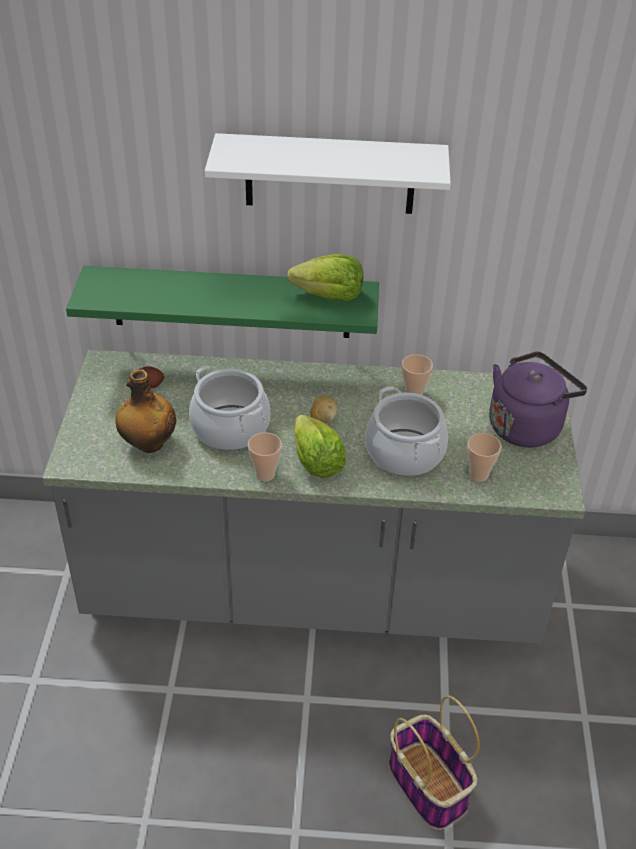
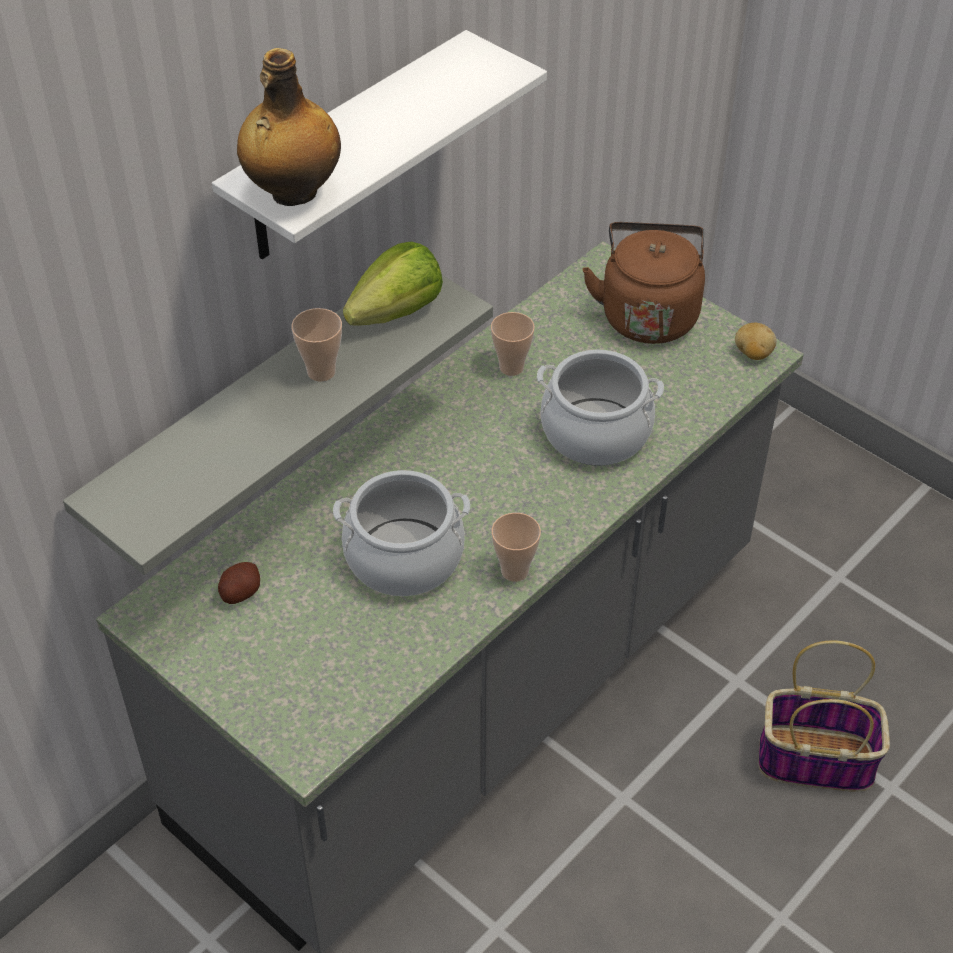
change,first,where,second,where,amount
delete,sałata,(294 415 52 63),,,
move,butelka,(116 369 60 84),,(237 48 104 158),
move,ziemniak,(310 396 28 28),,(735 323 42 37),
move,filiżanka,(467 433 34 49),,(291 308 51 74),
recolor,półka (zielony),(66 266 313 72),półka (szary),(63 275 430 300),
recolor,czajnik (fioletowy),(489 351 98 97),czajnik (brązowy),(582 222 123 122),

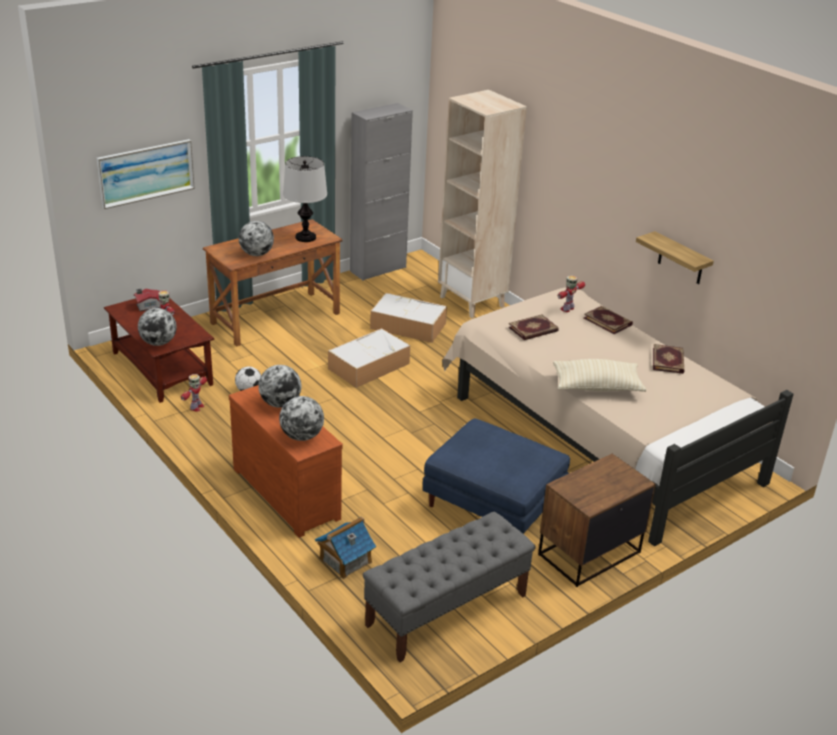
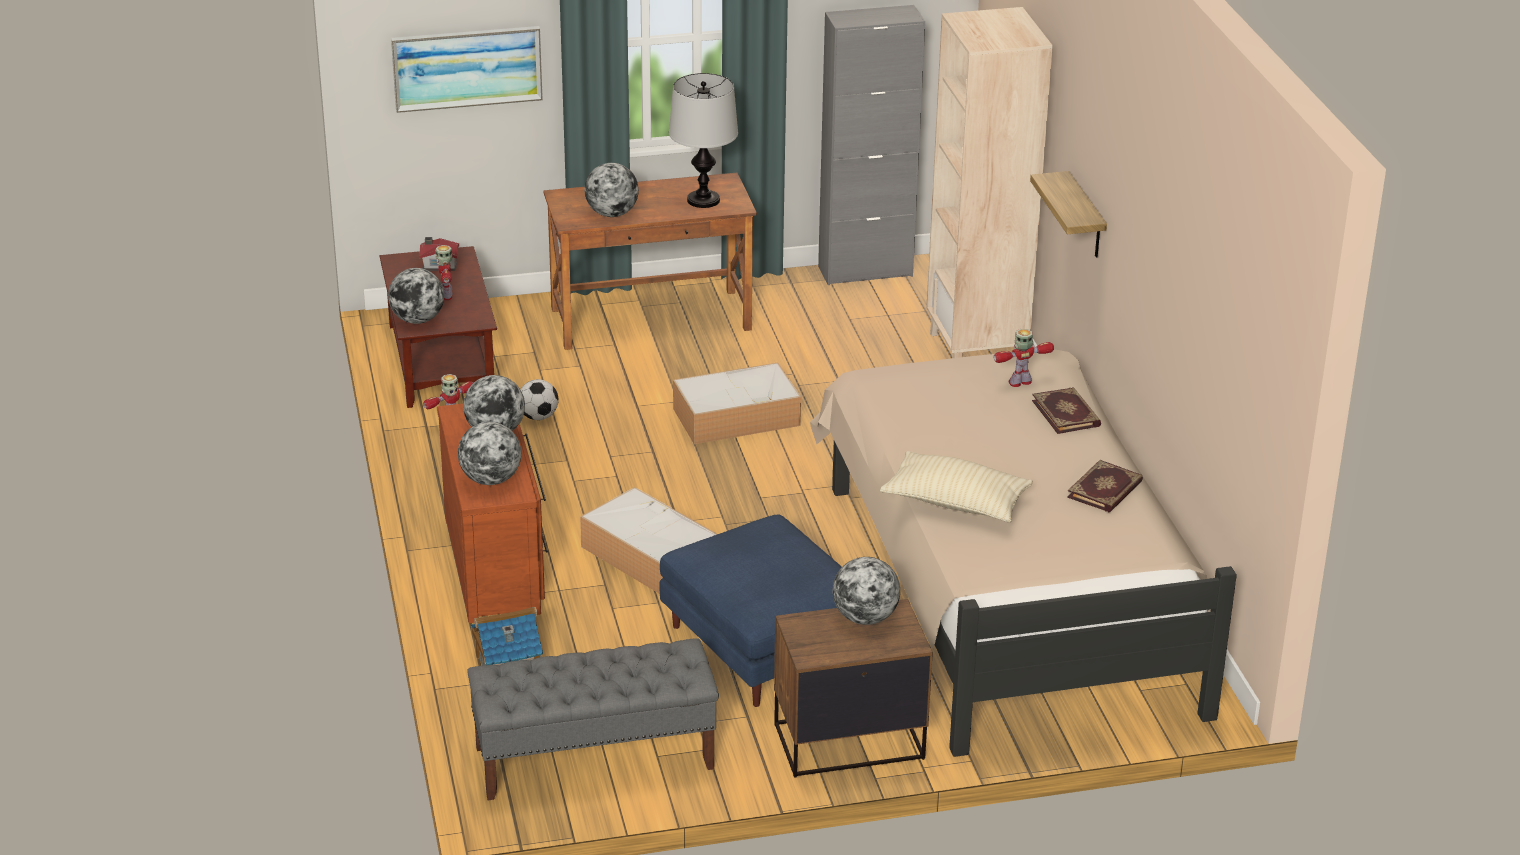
change,first,where,second,where,amount
delete,książka,(508 314 51 26),,,
insert,,,globus,(833 557 67 68),
move,pojemnik do przechowywania,(370 293 77 50),,(580 487 137 107),
move,półka,(636 231 78 53),,(1030 171 77 86),

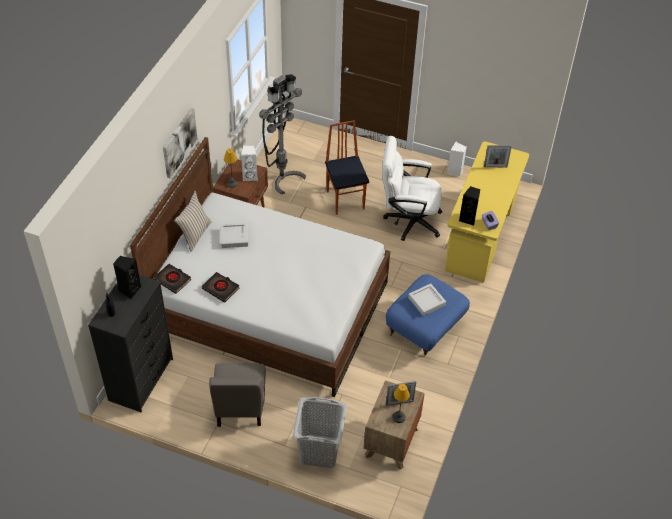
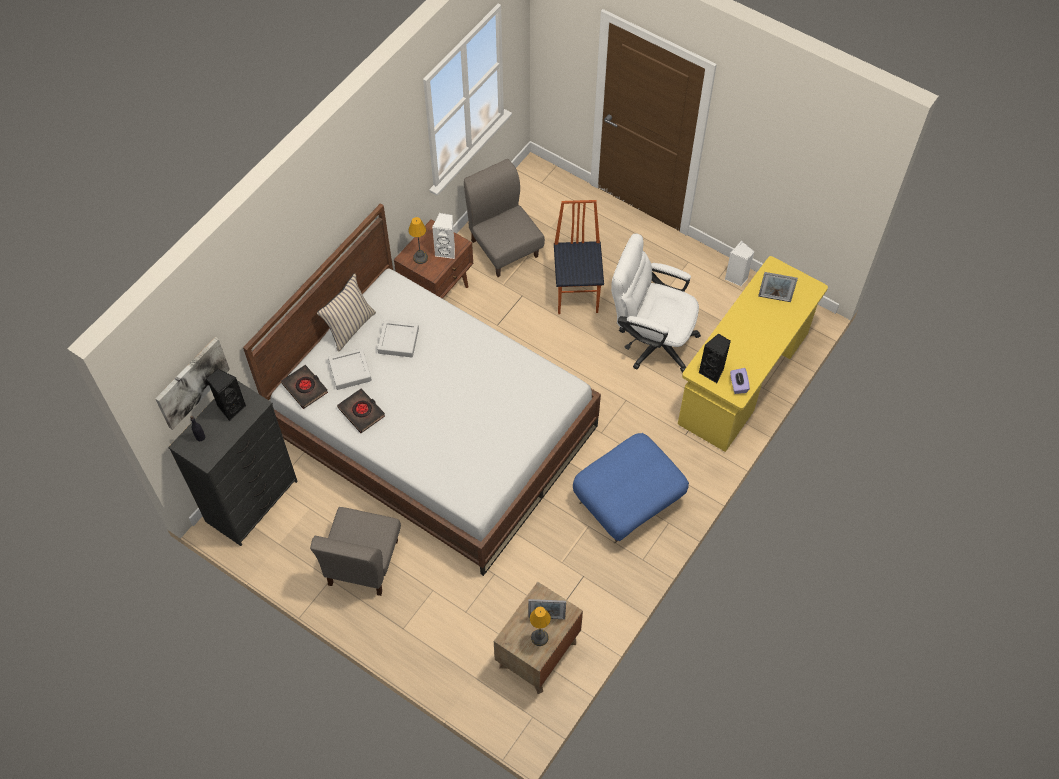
change,first,where,second,where,amount
delete,kosz na pranie (szary),(293 397 54 71),,,
move,obraz,(163 108 34 70),,(155 337 75 93),
move,taca (szary),(408 284 38 32),,(328 348 44 42),
replace,lampa stojąca (szary),(259 74 47 120),krzesło (szary),(464 159 81 118),

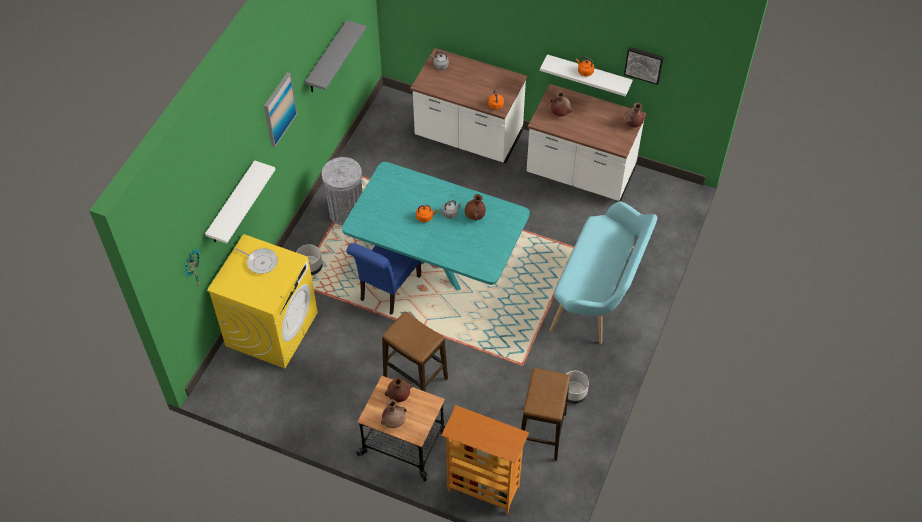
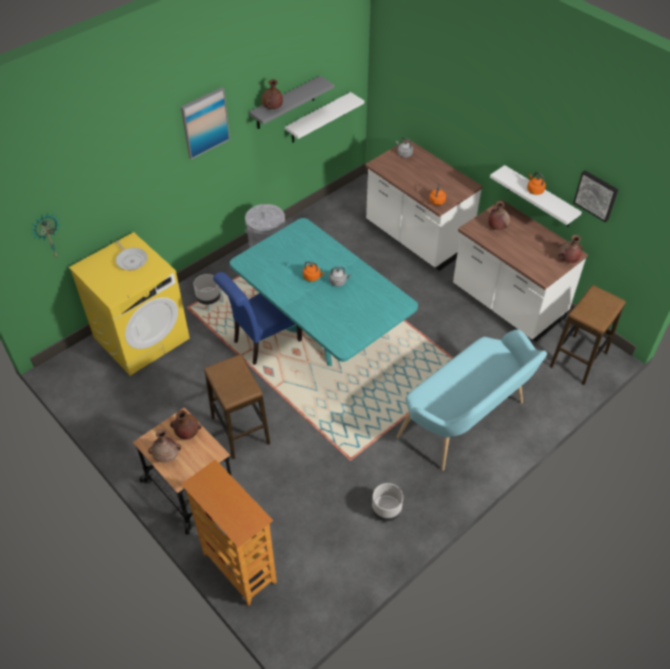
change,first,where,second,where,amount
move,półka (biały),(205 160 70 84),,(285 92 79 51),
move,wazon (brązowy),(465 194 21 26),,(262 79 21 30),
move,stołek,(521 368 49 93),,(550 285 76 100),

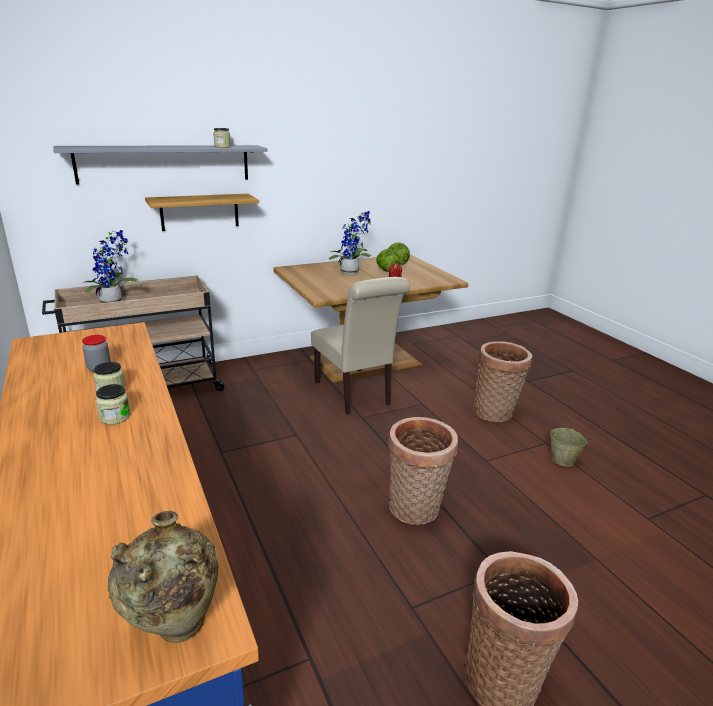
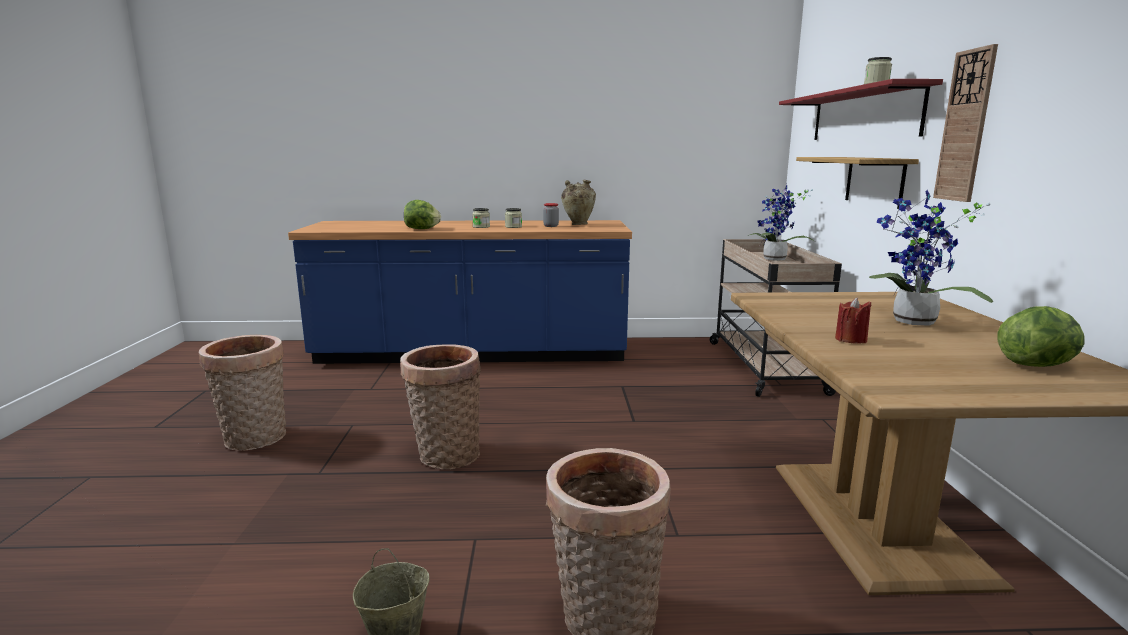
change,first,where,second,where,amount
delete,krzesło (beżowy),(311 277 99 138),,,
insert,,,zegar ścienny,(933 44 65 158),
move,wazon (beżowy),(108 511 110 132),,(561 180 35 45),
move,sałata,(376 249 24 23),,(404 200 37 29),
recolor,półka (szary),(53 145 215 40),półka (czerwony),(779 79 164 61),

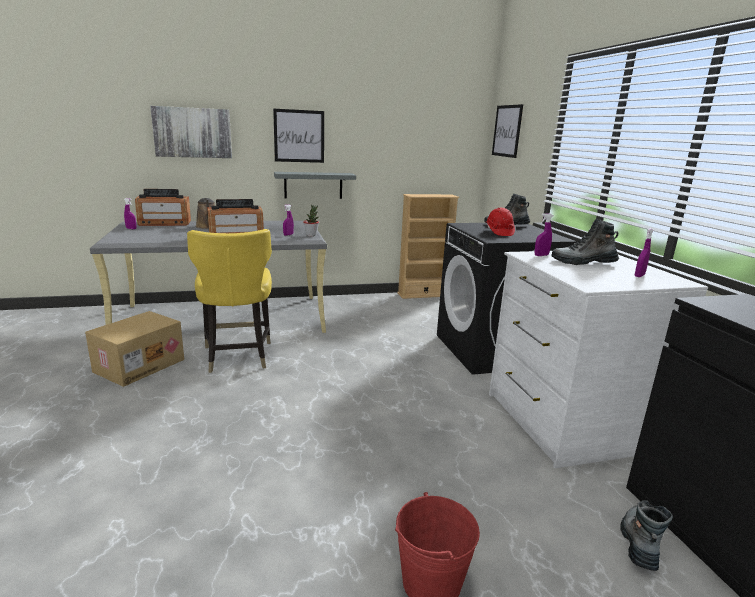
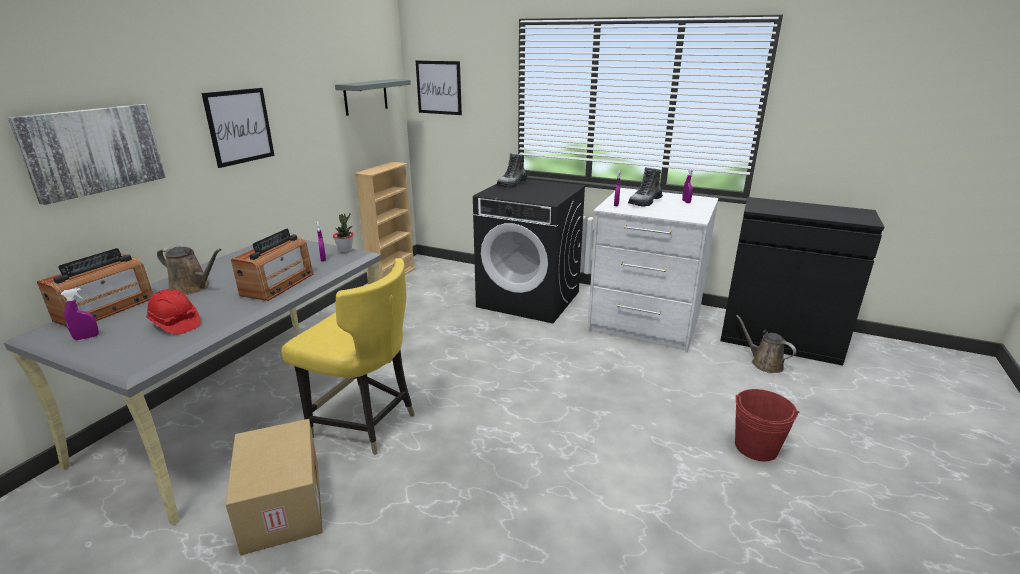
change,first,where,second,where,amount
move,półka (szary),(274 172 82 27),,(335 79 76 37),
move,kask (czerwony),(486 208 29 28),,(146 289 55 45),
replace,but z cholewką,(620 500 53 71),konewka (brązowy),(736 315 60 58),

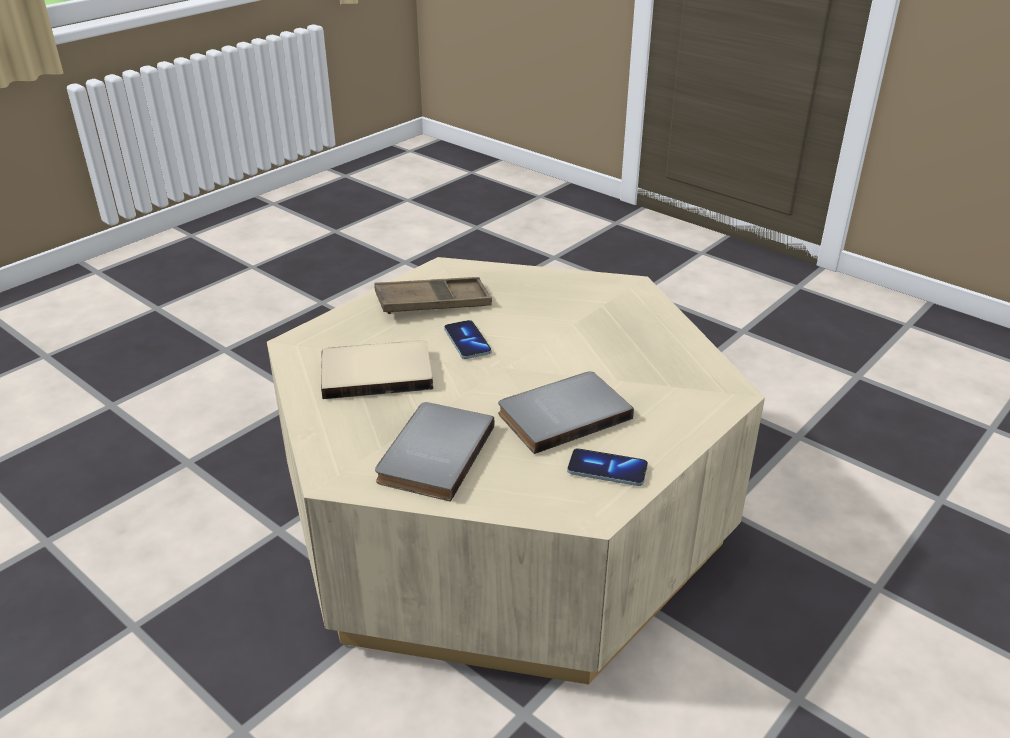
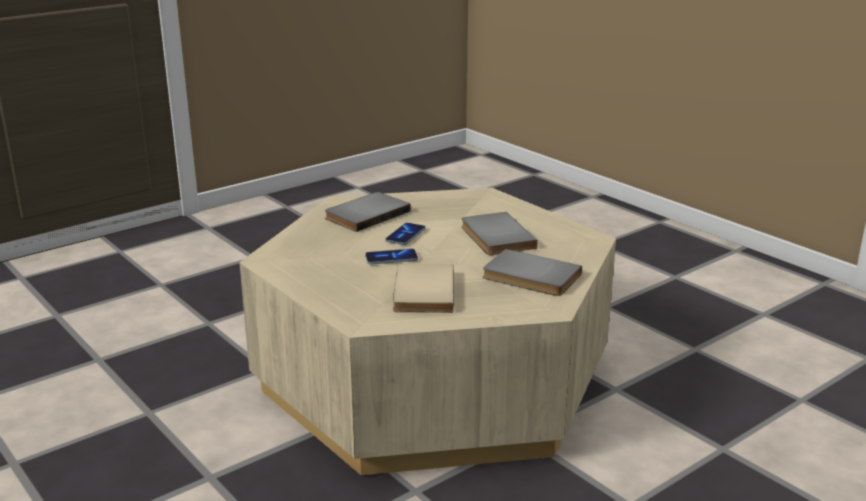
change,first,where,second,where,amount
delete,taca (brązowy),(374 277 118 37),,,
insert,,,książka (szary),(325 192 86 40),
move,telefon,(567 448 81 38),,(386 223 40 22),

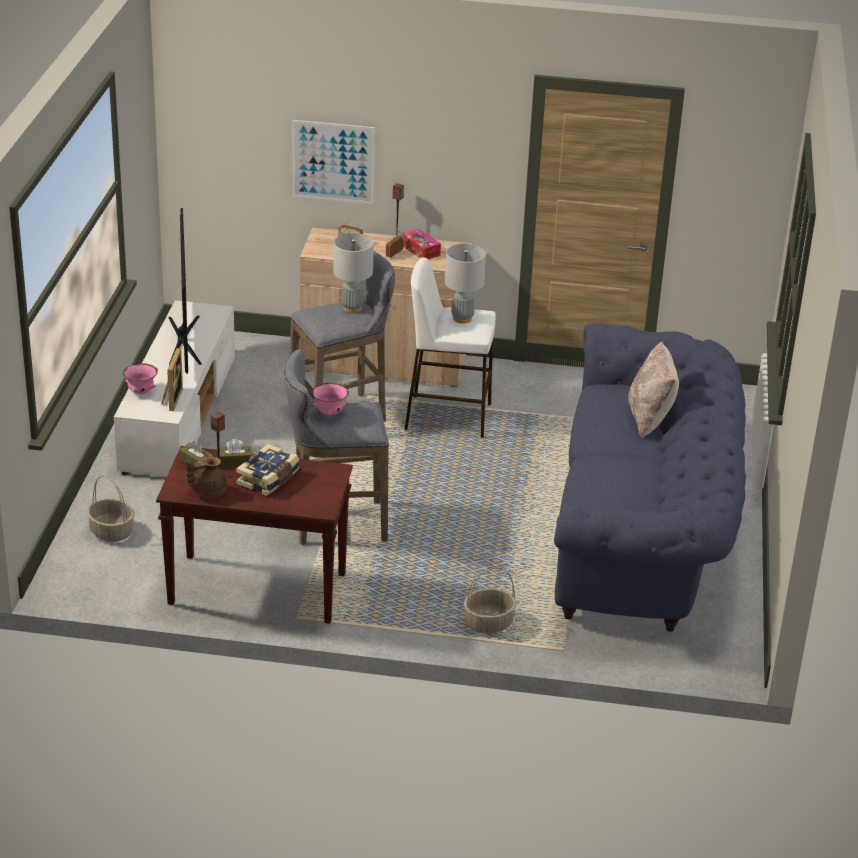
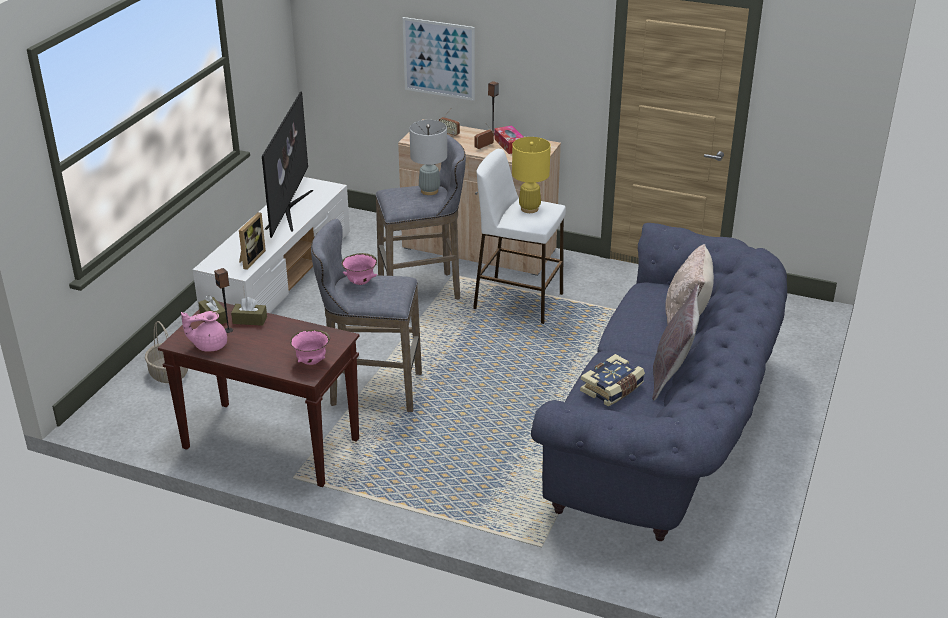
change,first,where,second,where,amount
delete,koszyk,(464 567 53 67),,,
insert,,,poduszka (szary),(652 284 47 116),
move,miska (różowy),(123 364 35 30),,(290 330 40 35),
move,książka,(236 444 63 52),,(580 354 65 53),
recolor,imbryk (brązowy),(185 456 42 42),imbryk (różowy),(181 311 46 41),
recolor,lampa stołowa (szary),(445 244 41 80),lampa stołowa (żółty),(512 137 39 76),

